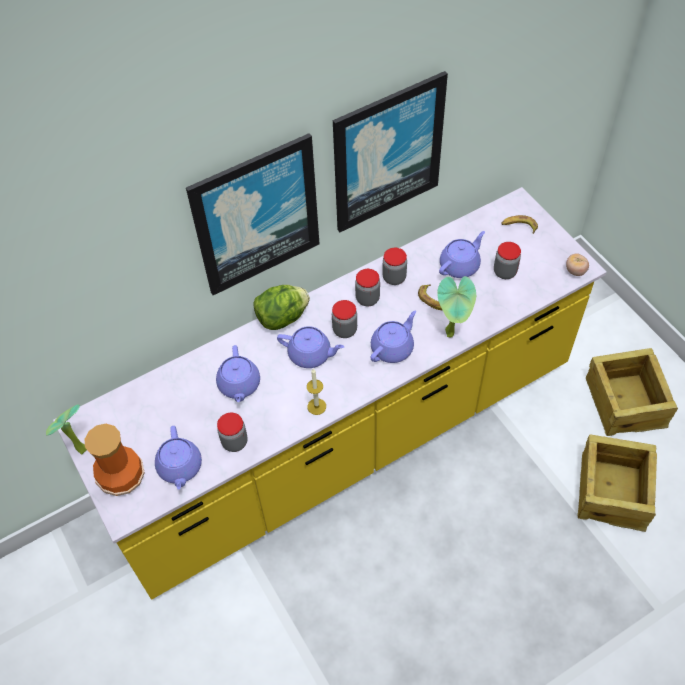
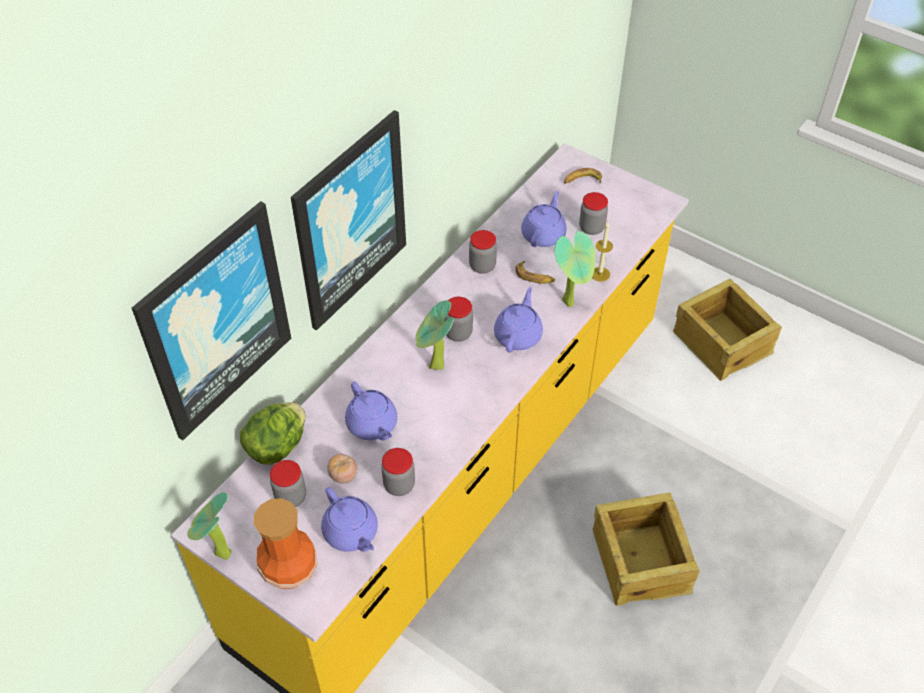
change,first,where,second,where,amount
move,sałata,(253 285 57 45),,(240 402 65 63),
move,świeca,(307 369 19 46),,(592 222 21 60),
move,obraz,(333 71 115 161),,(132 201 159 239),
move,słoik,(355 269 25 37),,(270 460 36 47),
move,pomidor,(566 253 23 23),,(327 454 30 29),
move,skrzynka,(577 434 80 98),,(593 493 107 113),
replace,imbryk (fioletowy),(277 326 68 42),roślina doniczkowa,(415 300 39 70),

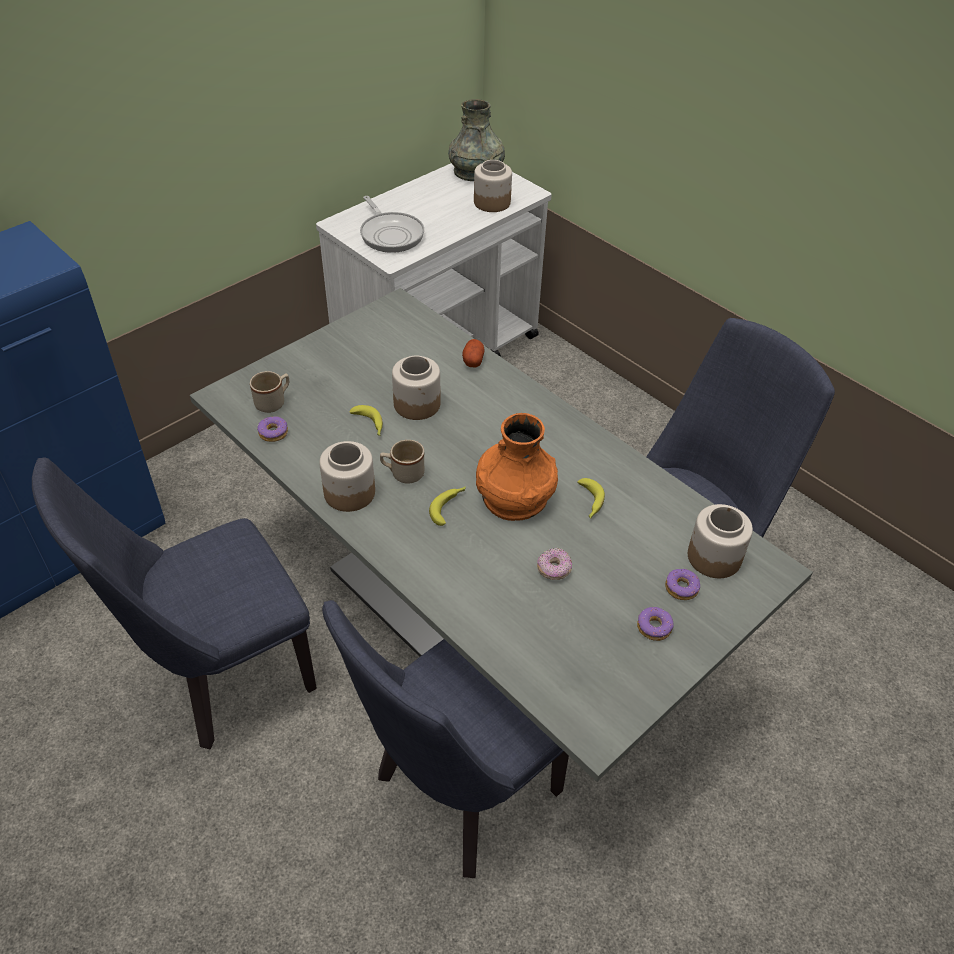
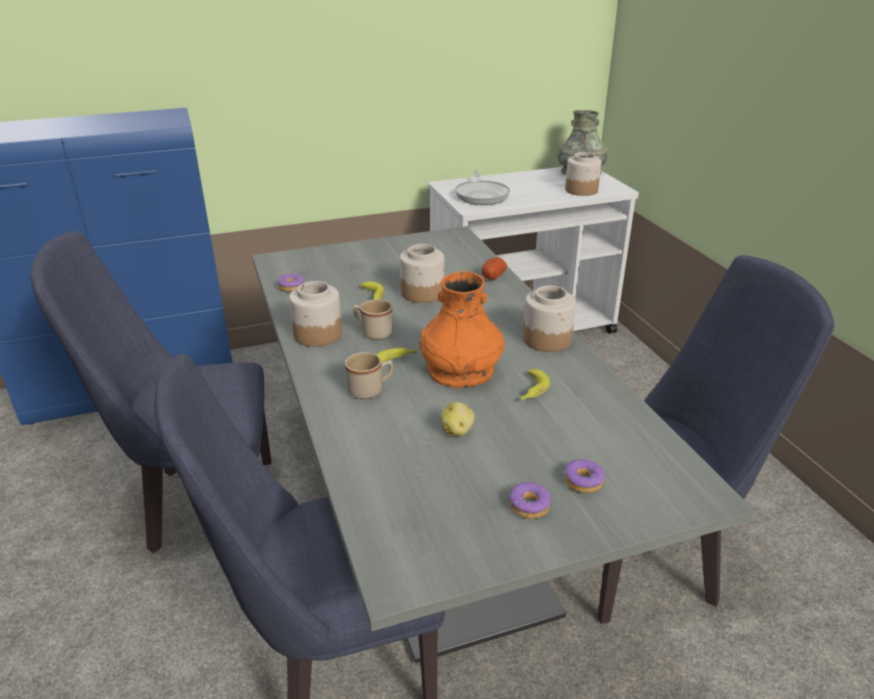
change,first,where,second,where,amount
move,kubek (beżowy),(250 371 39 42),,(345 352 48 47),
move,słoik,(688 504 65 74),,(523 285 53 67),
replace,donut,(537 548 35 32),ziemniak,(440 402 35 34),

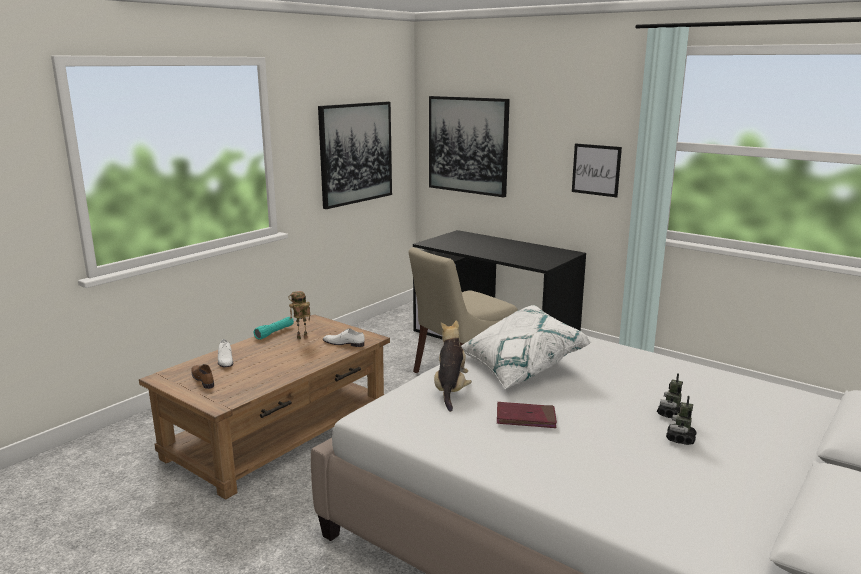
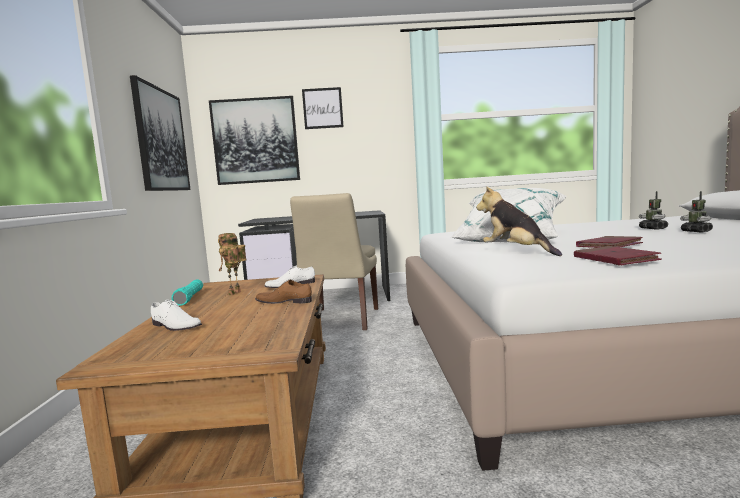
change,first,where,second,where,amount
insert,,,książka (czerwony),(574 246 88 19),
move,but (brązowy),(191 364 23 25),,(255 280 57 24),
move,obraz,(572 143 50 54),,(302 87 42 42),

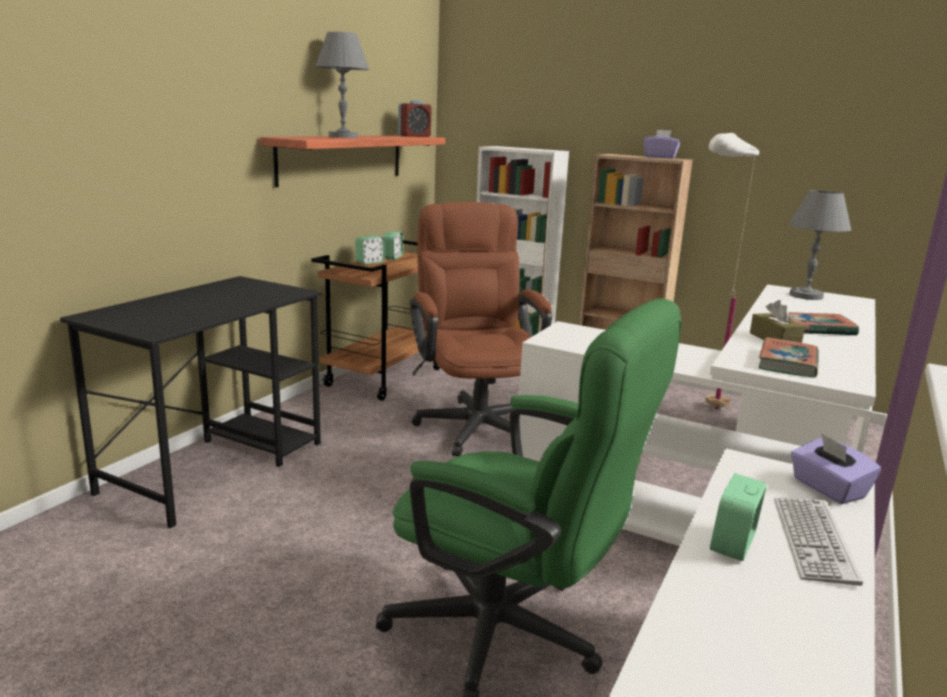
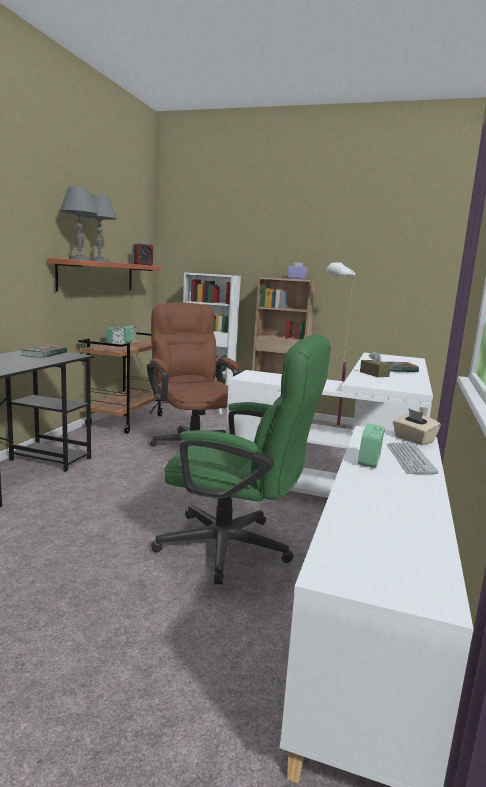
change,first,where,second,where,amount
move,książka,(759 337 60 40),,(20 344 47 14),
move,lampa stołowa (szary),(789 190 62 110),,(60 187 38 74),
recolor,pudełko chusteczek (fioletowy),(791 433 90 71),pudełko chusteczek (beżowy),(393 408 48 37),

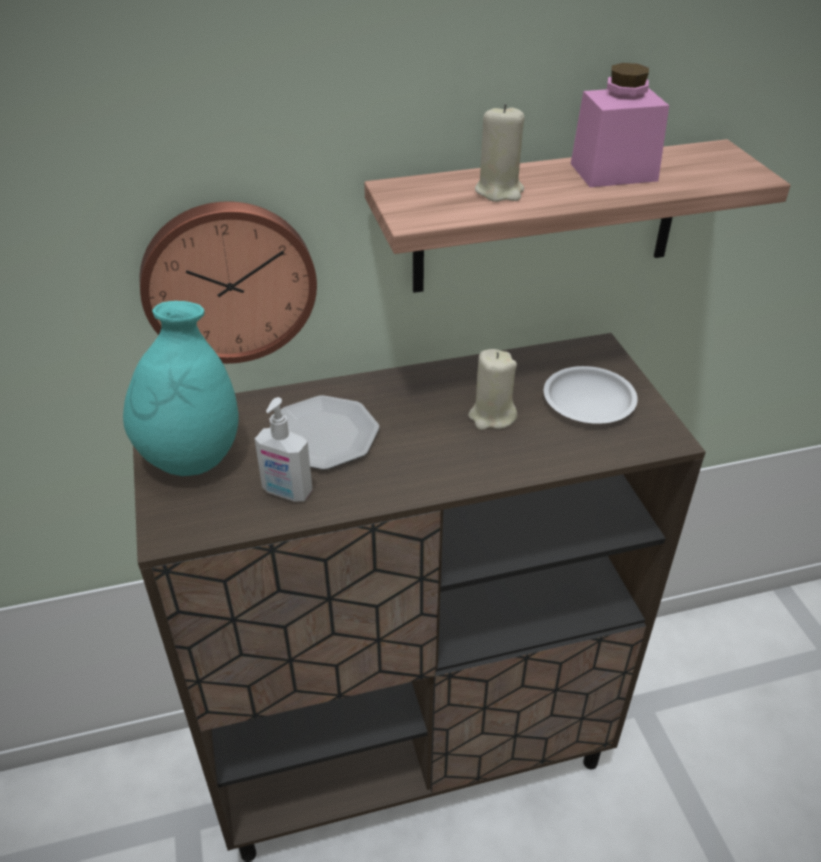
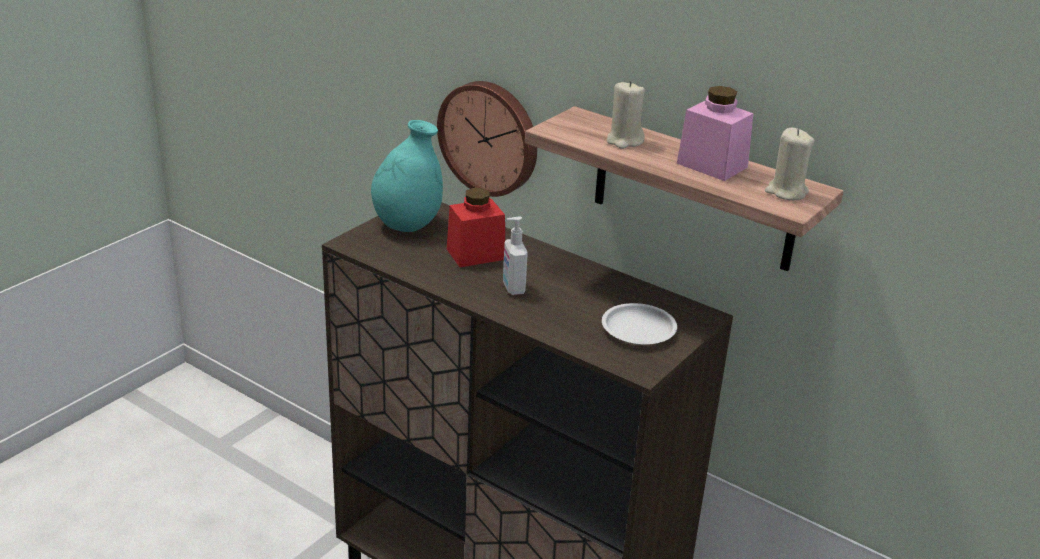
change,first,where,second,where,amount
move,dozownik mydła,(255 397 58 105),,(503 217 25 78),
move,świeca (beżowy),(468 349 49 81),,(765 127 50 73),
replace,talerz,(270 395 109 75),słoik (czerwony),(447 188 58 79),

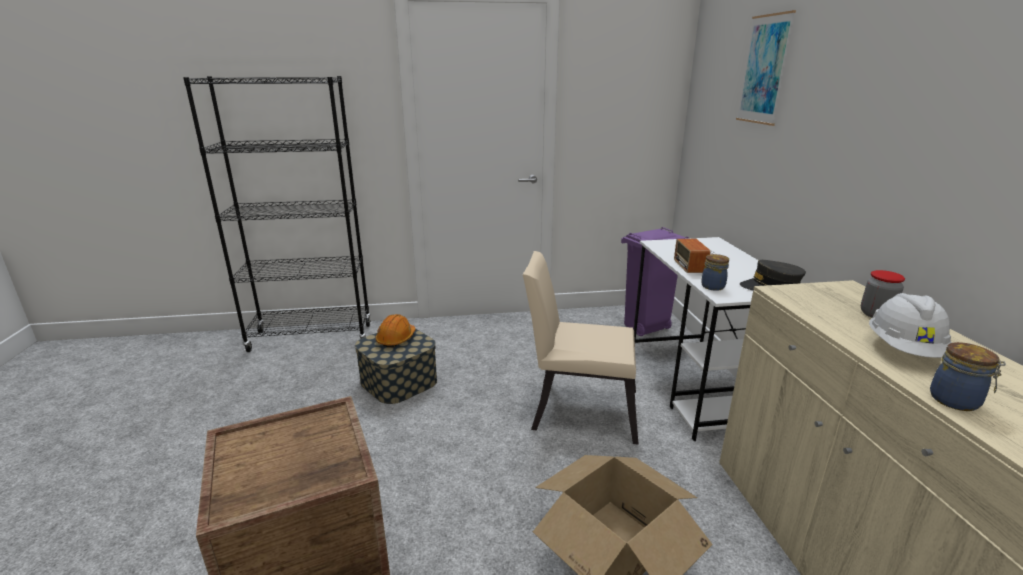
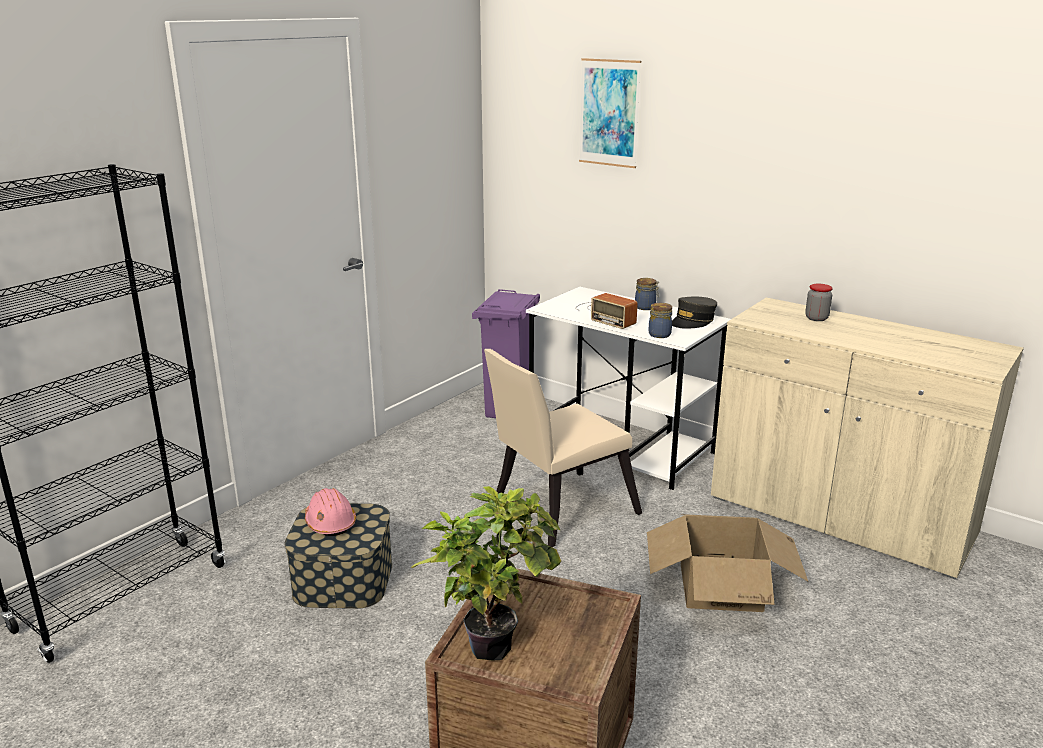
change,first,where,second,where,amount
delete,kask (biały),(869 293 83 65),,,
insert,,,roślina doniczkowa,(410 486 151 175),
move,słoik,(930 342 76 69),,(635 278 24 32),
recolor,kask (pomarańczowy),(376 314 40 34),kask (różowy),(305 488 51 48),

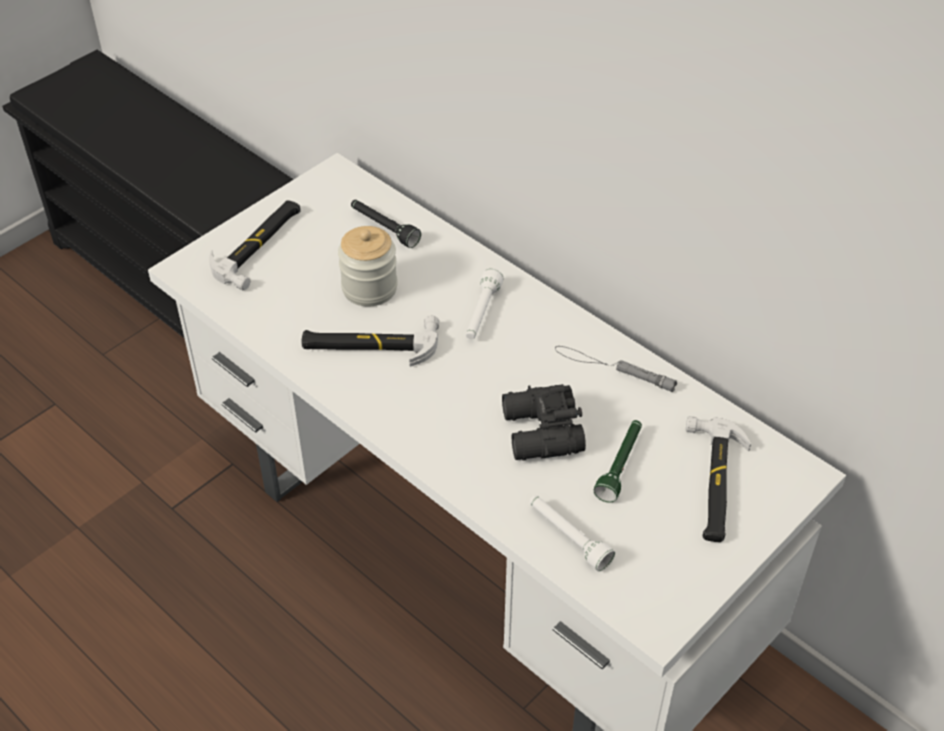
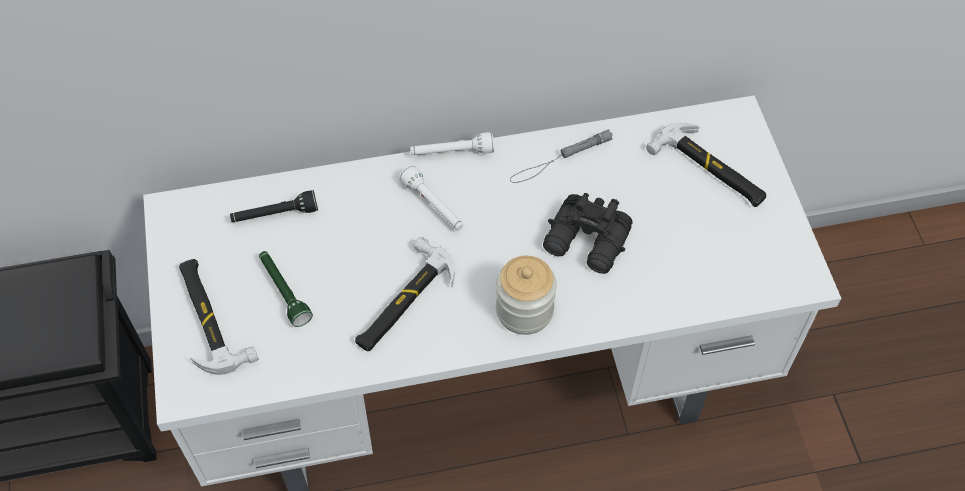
change,first,where,second,where,amount
move,słoik,(338 226 60 81),,(496 256 61 79),
move,latarka (biały),(529 495 86 77),,(410 132 84 23),
move,latarka (zielony),(594 420 48 83),,(259 251 54 76),

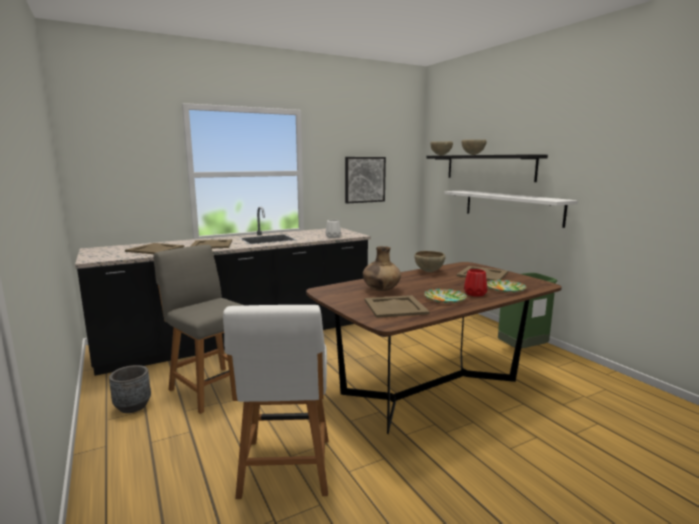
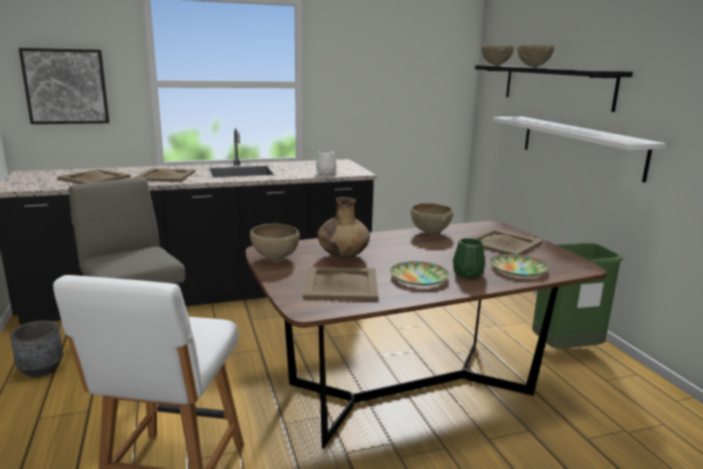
change,first,where,second,where,amount
insert,,,miska (brązowy),(250 223 50 37),
move,obraz,(345 157 41 46),,(19 48 91 76),
recolor,wazon (czerwony),(464 269 23 27),wazon (zielony),(453 238 32 40),

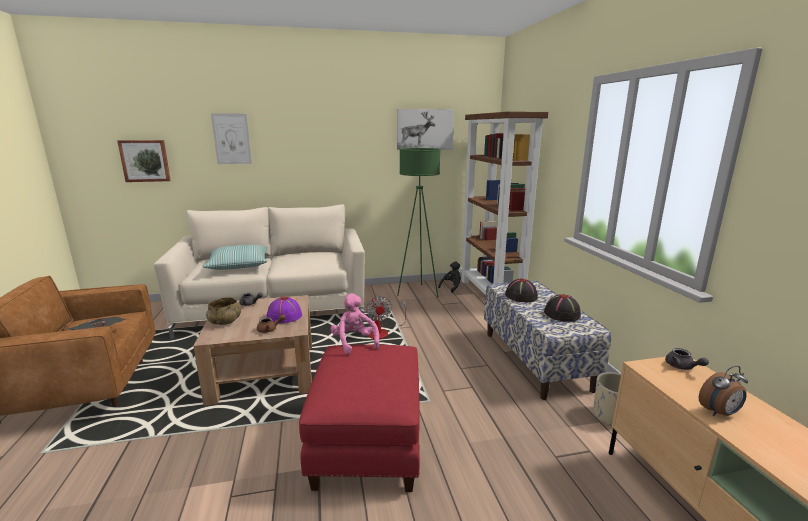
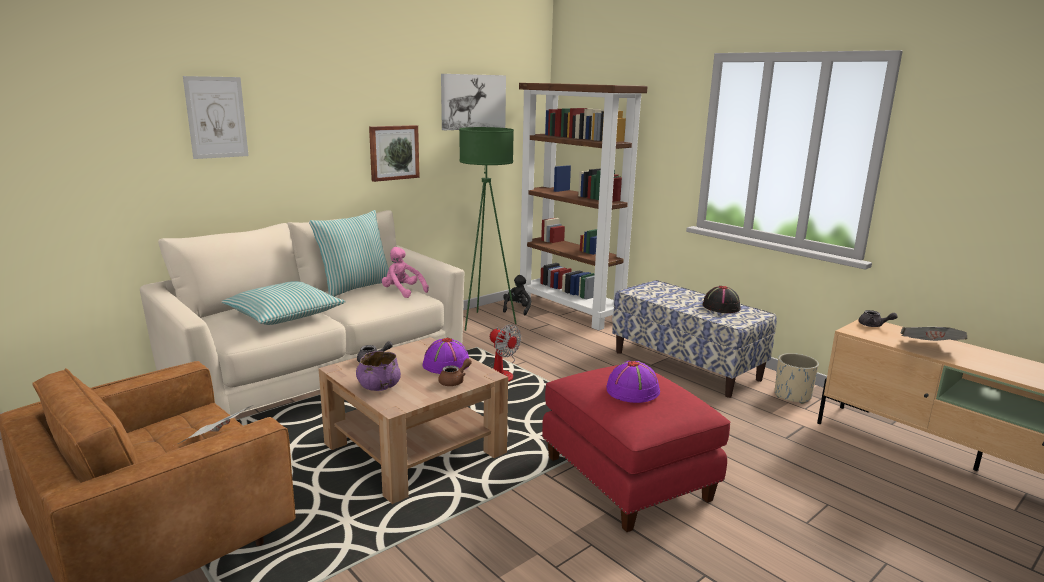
change,first,where,second,where,amount
delete,kapelusz (czarny),(505 279 33 23),,,
insert,,,poduszka,(309 210 80 87),
insert,,,kapelusz (fioletowy),(606 361 54 42),
move,obraz,(117 140 54 42),,(369 125 51 57),
move,pluszak (różowy),(331 293 48 61),,(382 247 47 51),
replace,budzik,(698 366 50 50),gazeta,(900 327 68 14),
recolor,miska (beżowy),(206 297 35 28),miska (fioletowy),(356 351 45 40),

